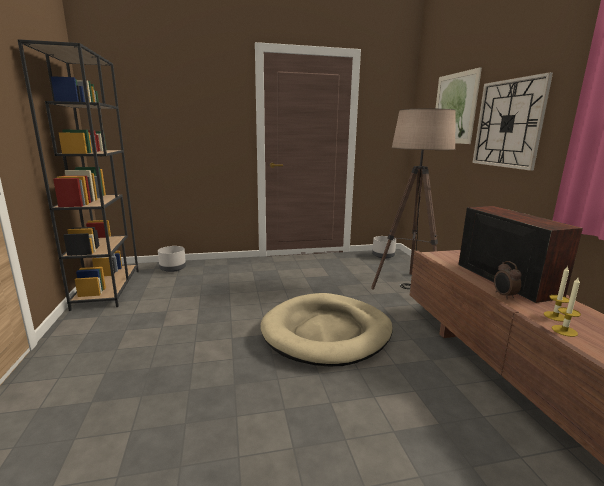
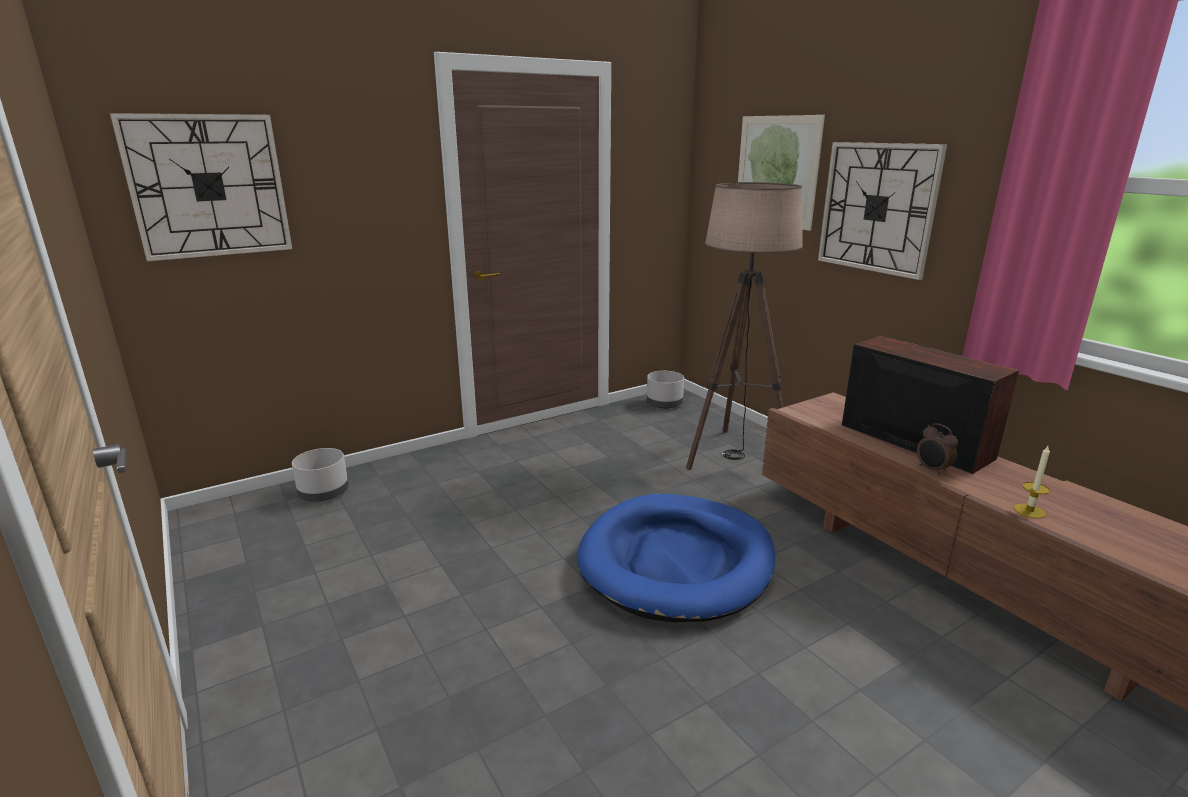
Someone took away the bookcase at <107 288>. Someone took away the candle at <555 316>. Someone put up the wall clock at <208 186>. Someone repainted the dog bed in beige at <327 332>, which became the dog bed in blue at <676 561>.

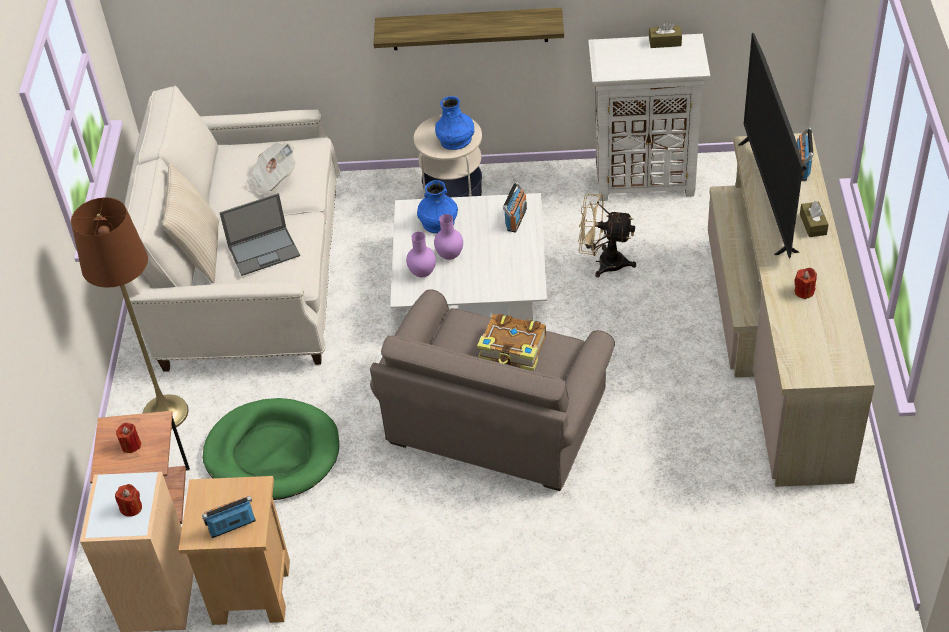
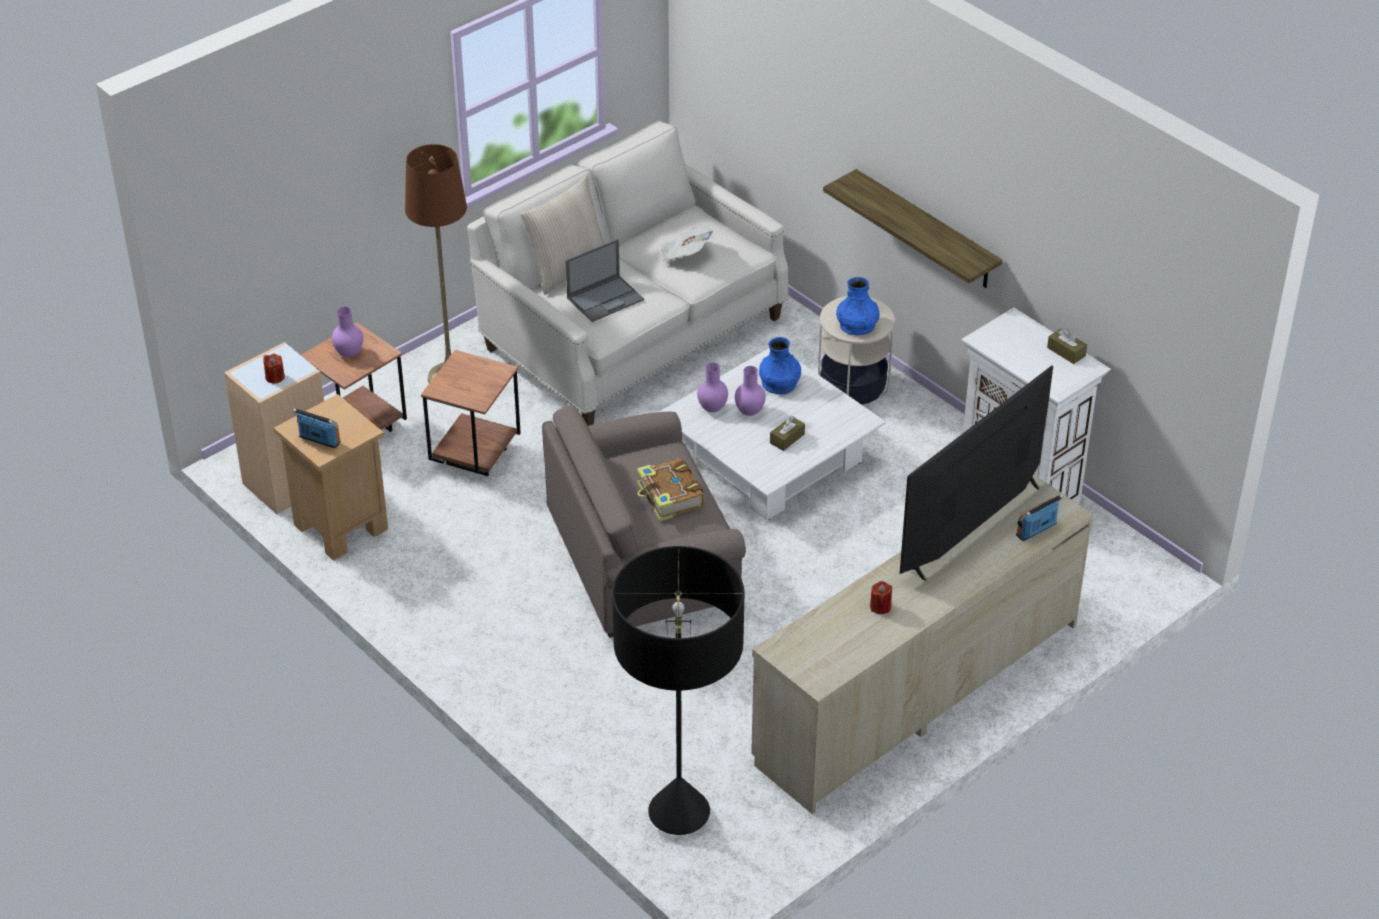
Someone took away the radio at <516 219>. Someone took away the fan in beige at <603 262>. Someone put down the floor lamp in black at <679 816>. Someone carried the tissue box in brown from <813 224> to <787 439>. Someone swapped the candle in red at <131 445> for the vase in purple at <350 353>. Someone swapped the dog bed in green at <273 453> for the side table in brown at <474 457>. Someone rotated the laptop at <264 251> by 60 degrees counterclockwise.

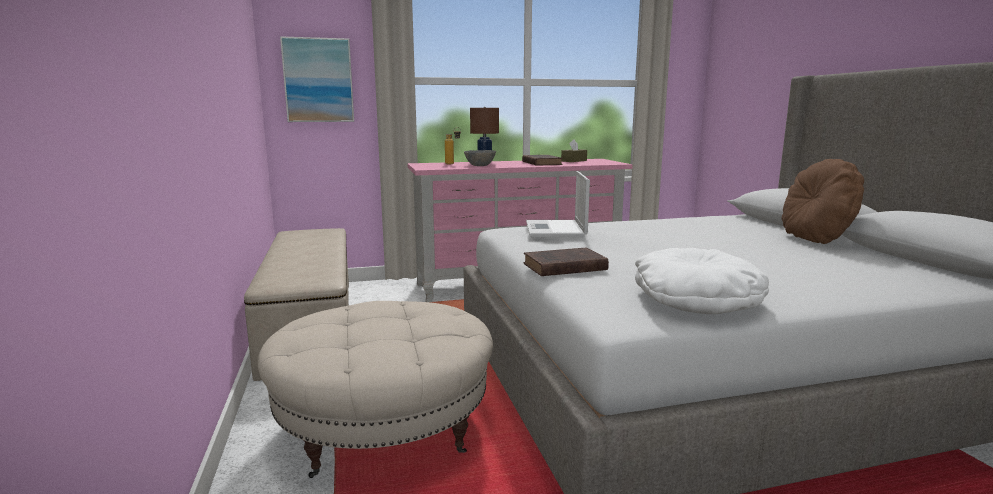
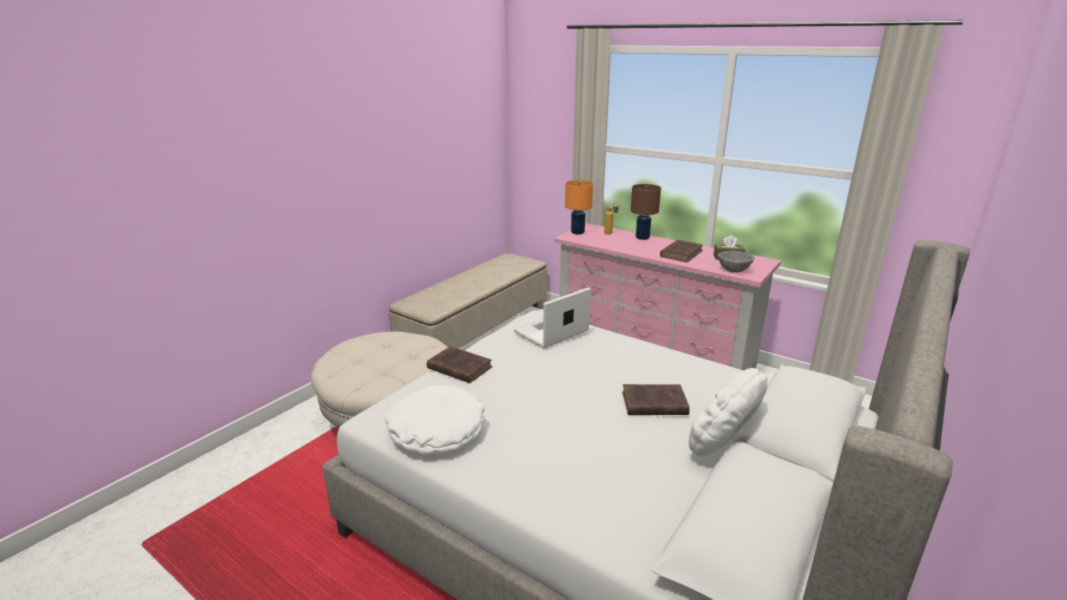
Someone took away the picture at <318 80>. Someone put down the table lamp in orange at <578 232>. Someone put down the book in brown at <652 404>. Someone carried the bowl in grey from <480 165> to <733 270>. Someone repainted the pillow in brown at <815 240>, which became the pillow in white at <722 449>.

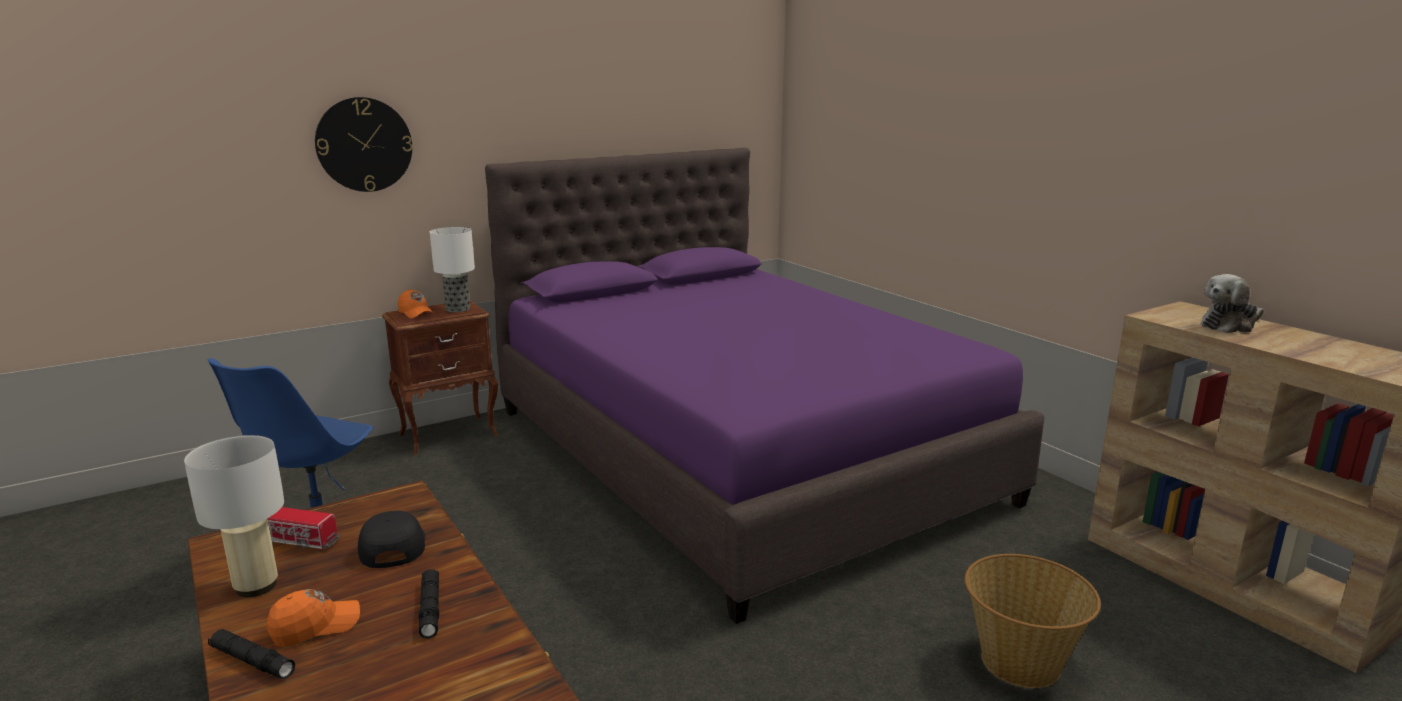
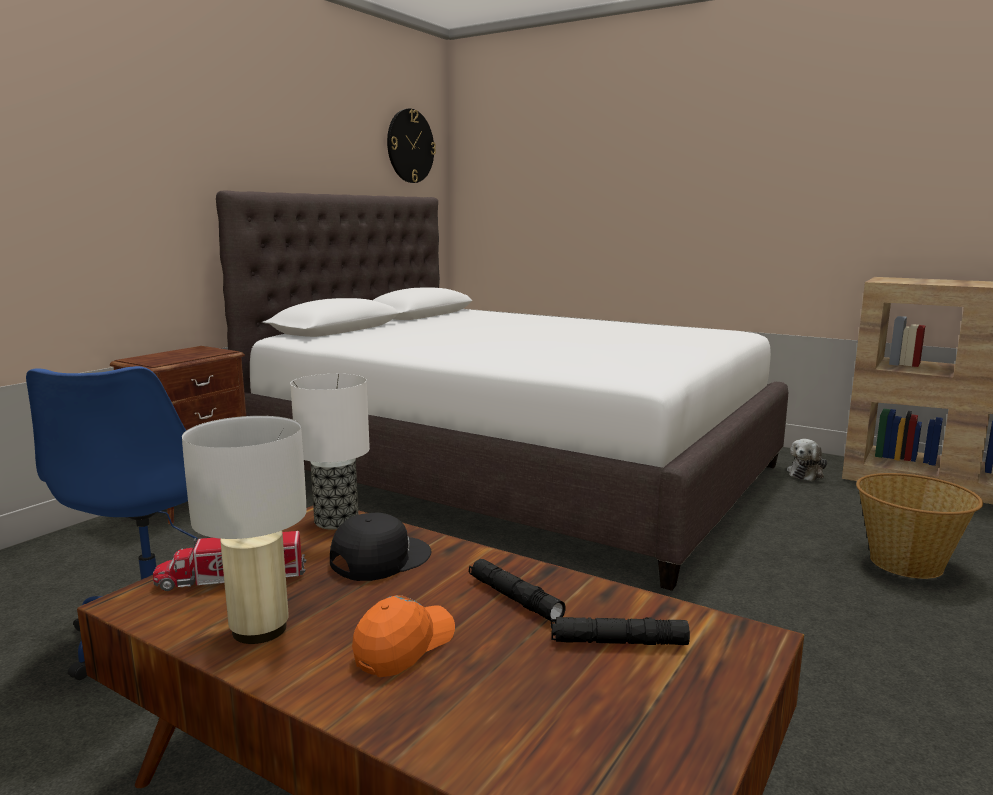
Someone took away the cap in orange at <416 313>. Someone carried the flashlight in black from <252 661> to <618 642>. Someone carried the wall clock from <364 144> to <410 146>. Someone carried the table lamp from <458 309> to <335 520>. Someone carried the plush toy from <1229 325> to <806 473>. Someone repainted the bed in purple at <736 453>, which became the bed in white at <512 469>. Someone rotated the cap in black at <391 546> by 90 degrees clockwise.

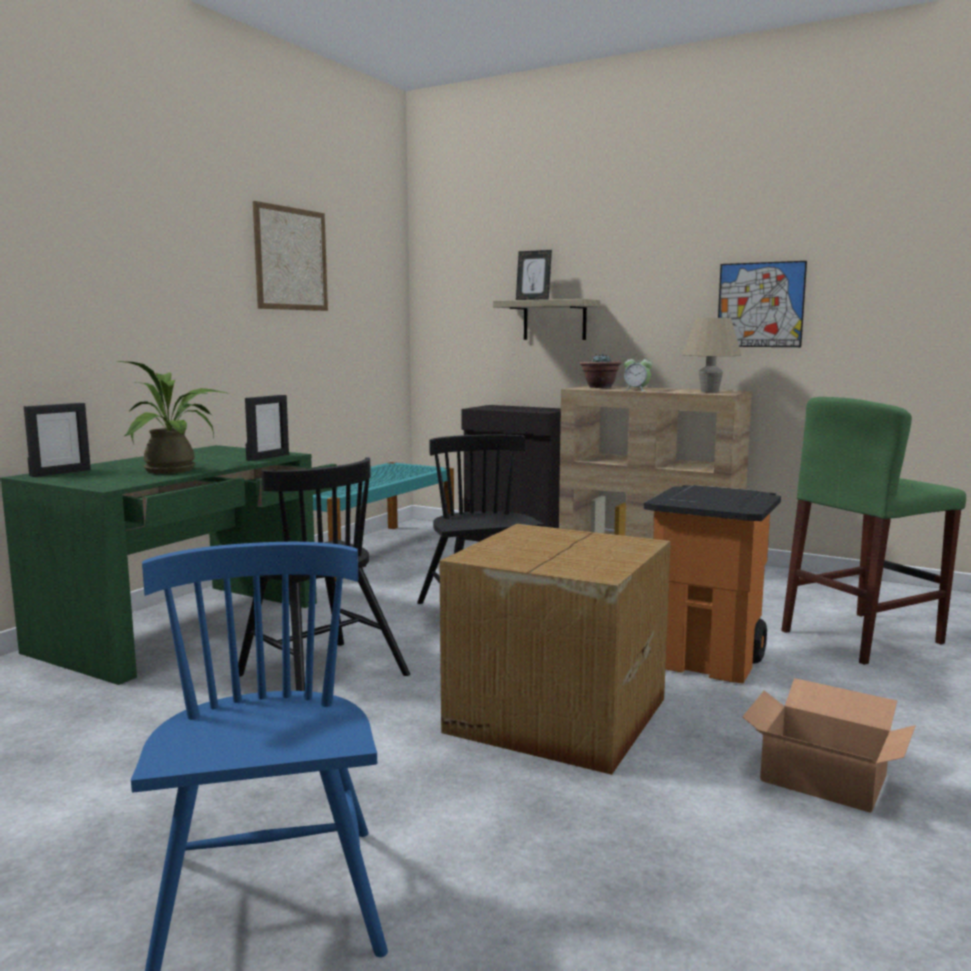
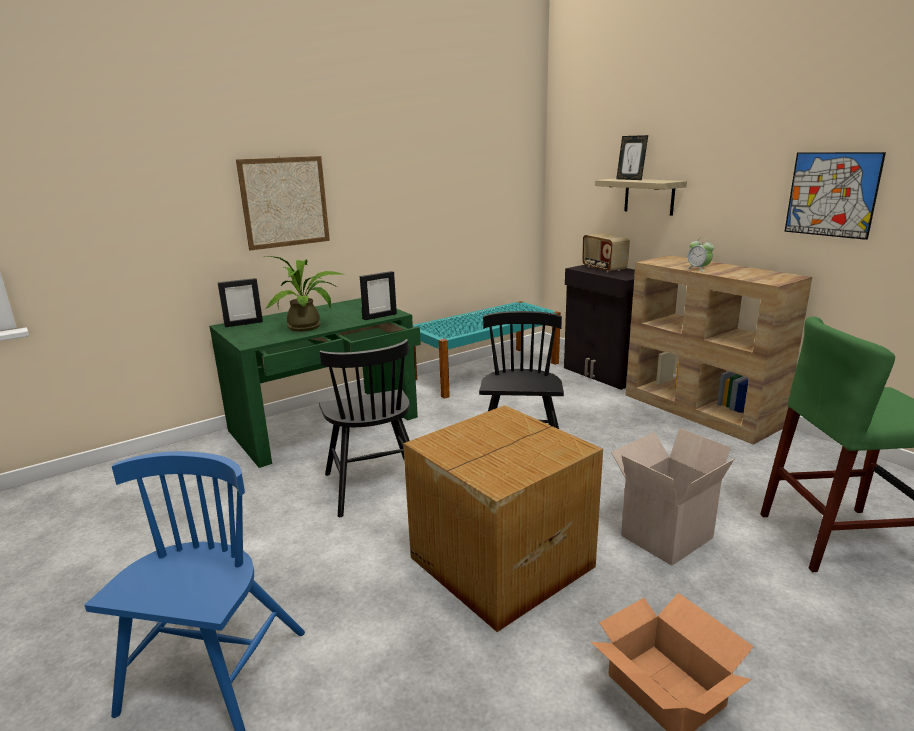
Someone took away the potted plant at <599 387>. Someone took away the table lamp in beige at <709 391>. Someone put down the radio at <603 268>. Someone carried the picture from <290 257> to <284 201>. Someone swapped the trash can in orange at <709 661> for the cardboard box at <665 535>.

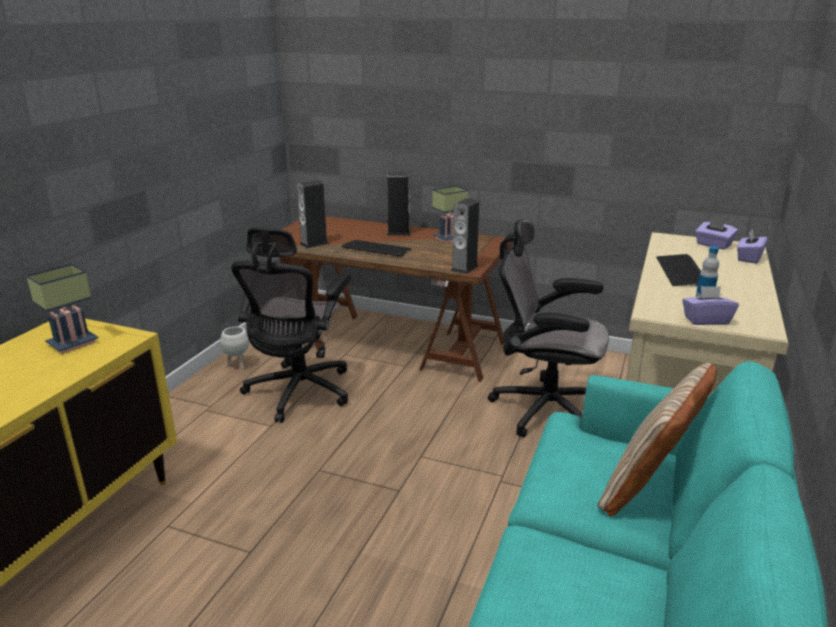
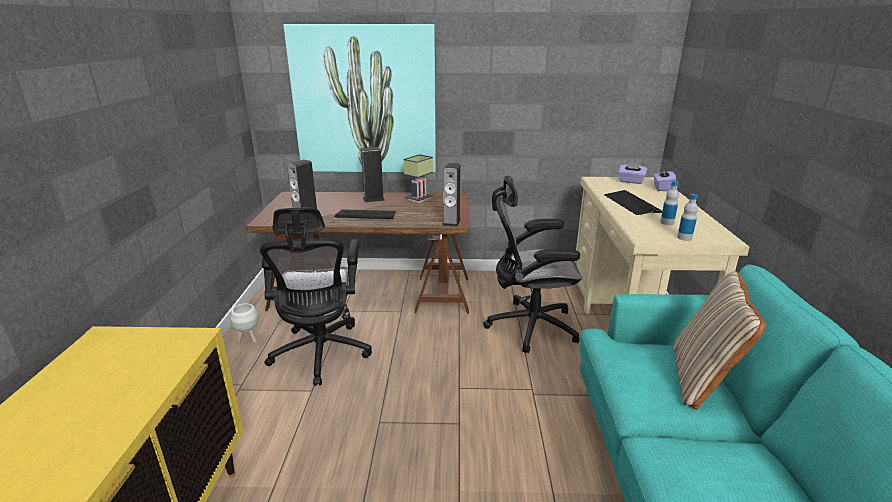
Someone took away the table lamp at <72 345>. Someone put up the picture at <365 101>. Someone swapped the tissue box in purple at <706 320> for the bottle at <684 238>.

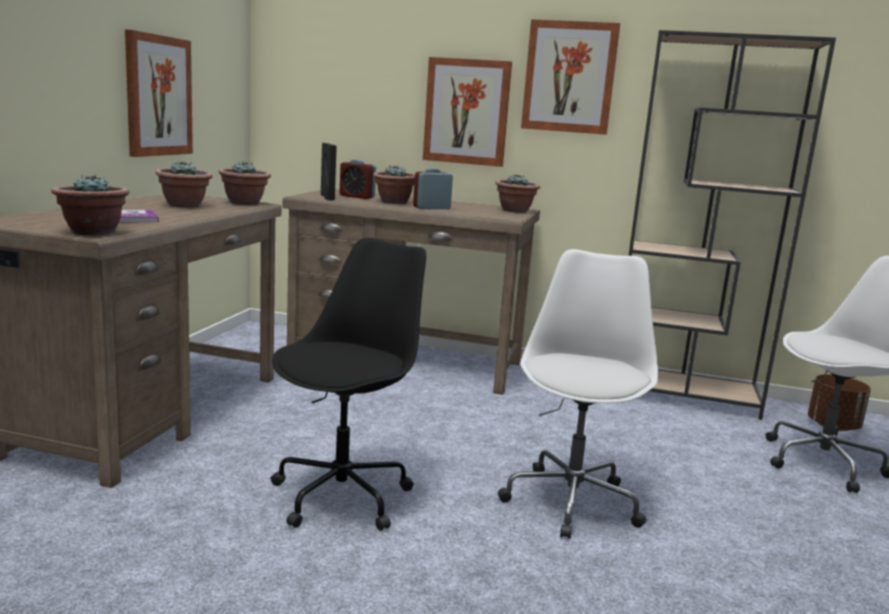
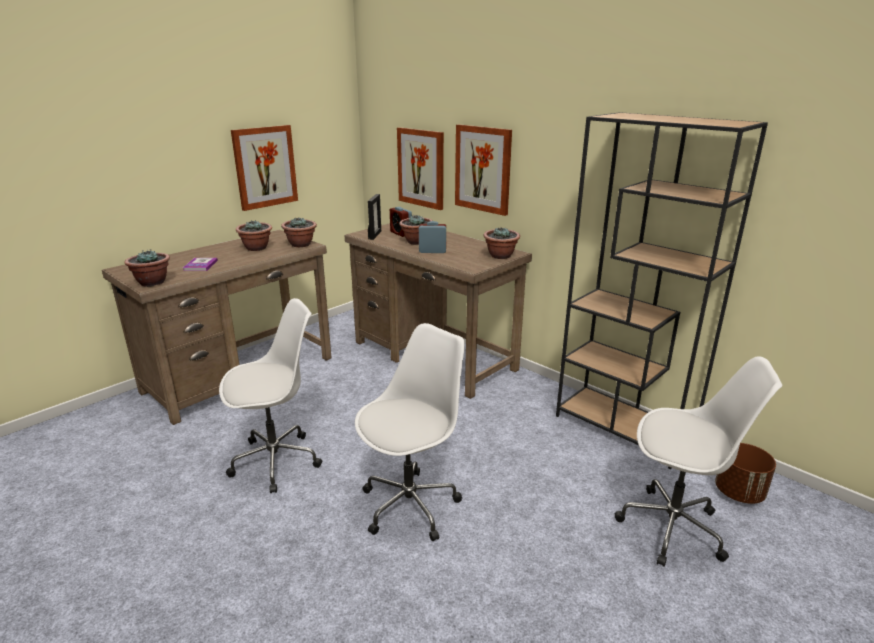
Someone carried the picture from <569 77> to <421 168>. Someone repainted the office chair in black at <343 495>, which became the office chair in white at <278 461>.

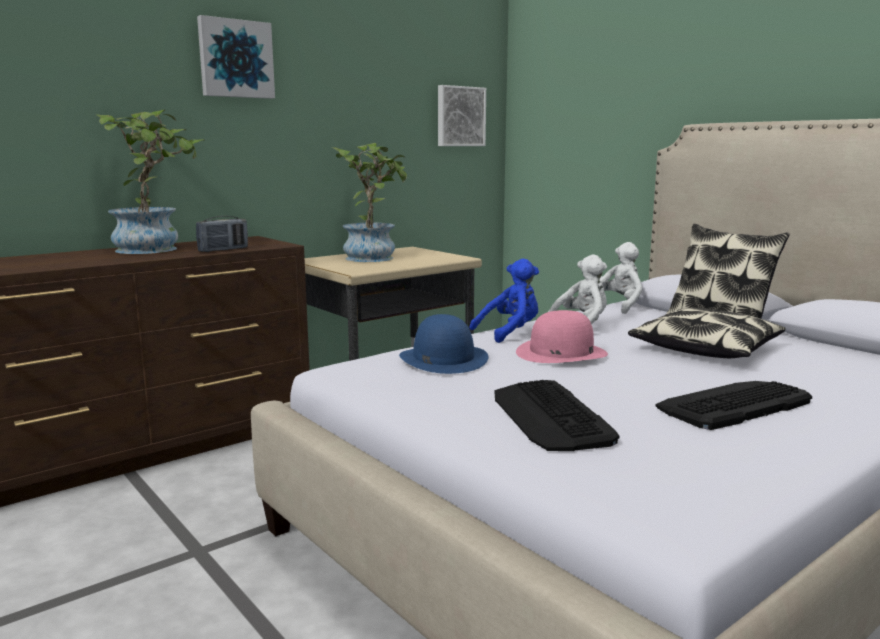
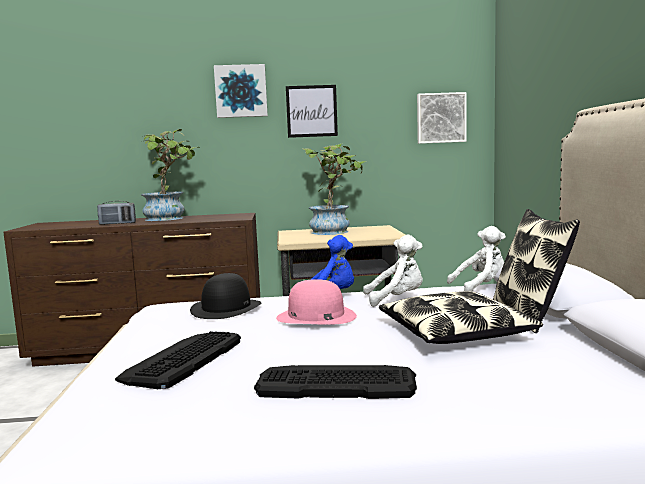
Someone put up the picture at <311 111>. Someone carried the radio from <223 250> to <117 224>. Someone repainted the hat in blue at <443 359>, which became the hat in black at <226 308>.

